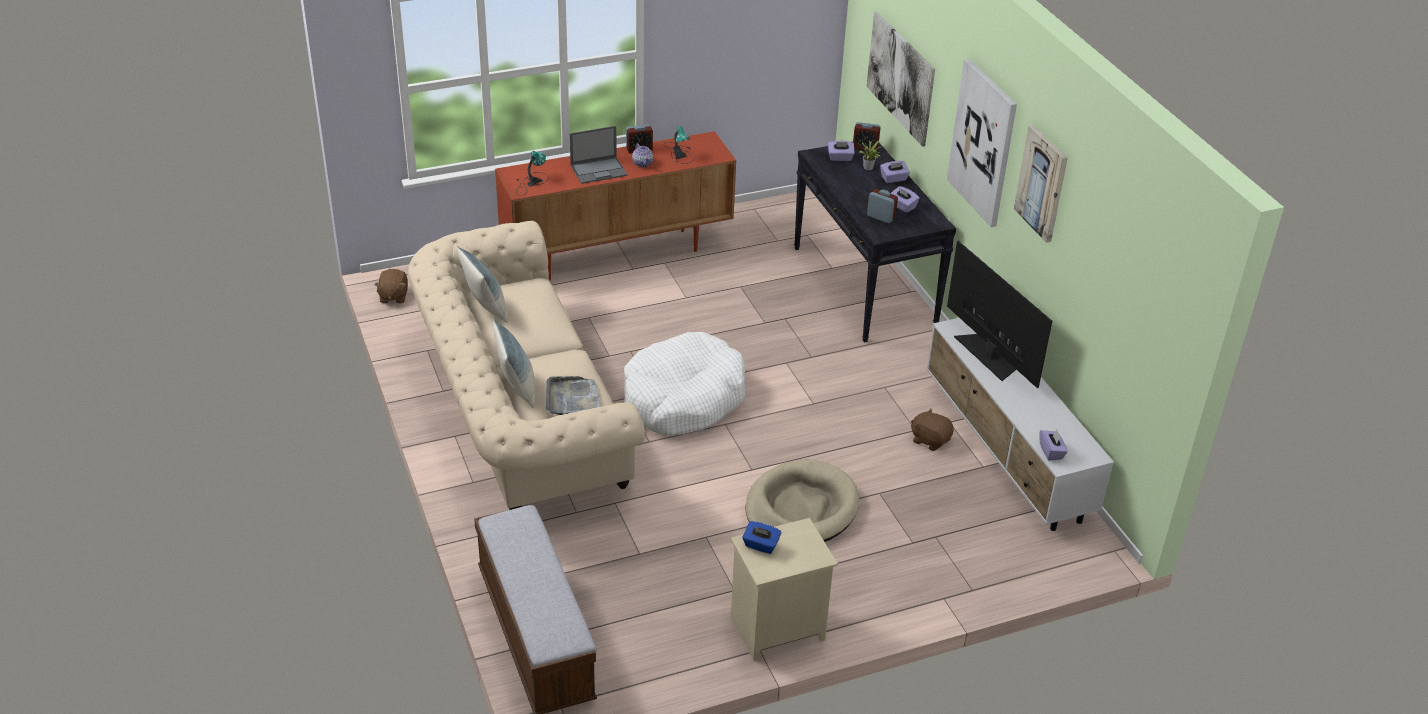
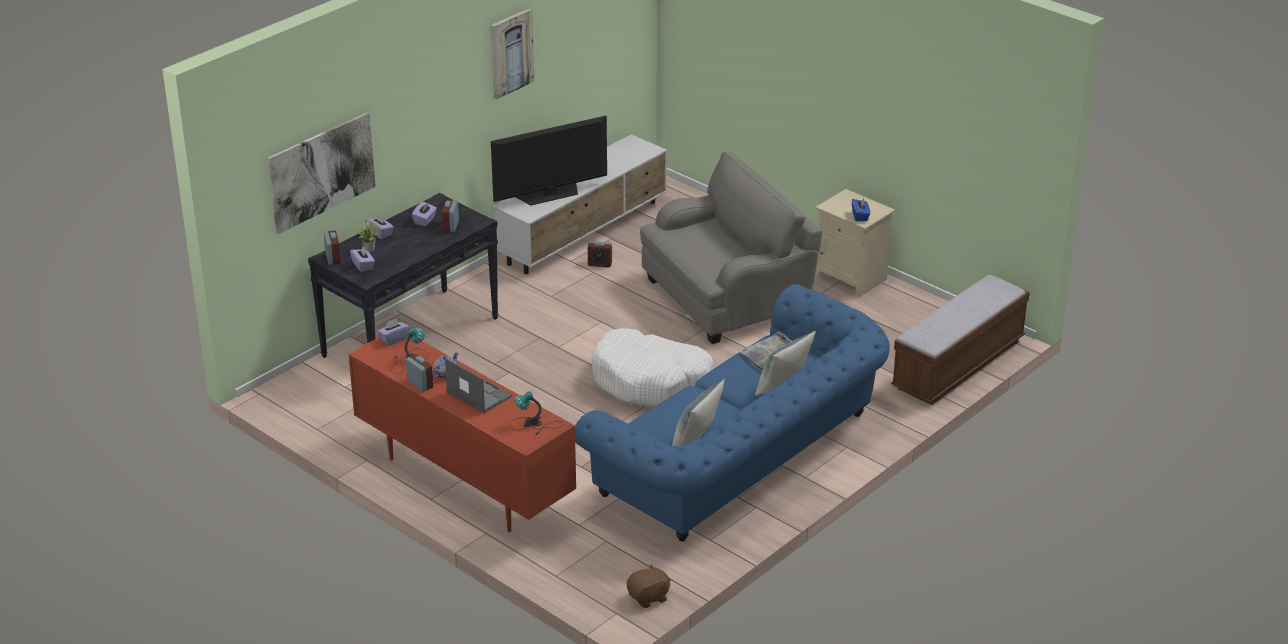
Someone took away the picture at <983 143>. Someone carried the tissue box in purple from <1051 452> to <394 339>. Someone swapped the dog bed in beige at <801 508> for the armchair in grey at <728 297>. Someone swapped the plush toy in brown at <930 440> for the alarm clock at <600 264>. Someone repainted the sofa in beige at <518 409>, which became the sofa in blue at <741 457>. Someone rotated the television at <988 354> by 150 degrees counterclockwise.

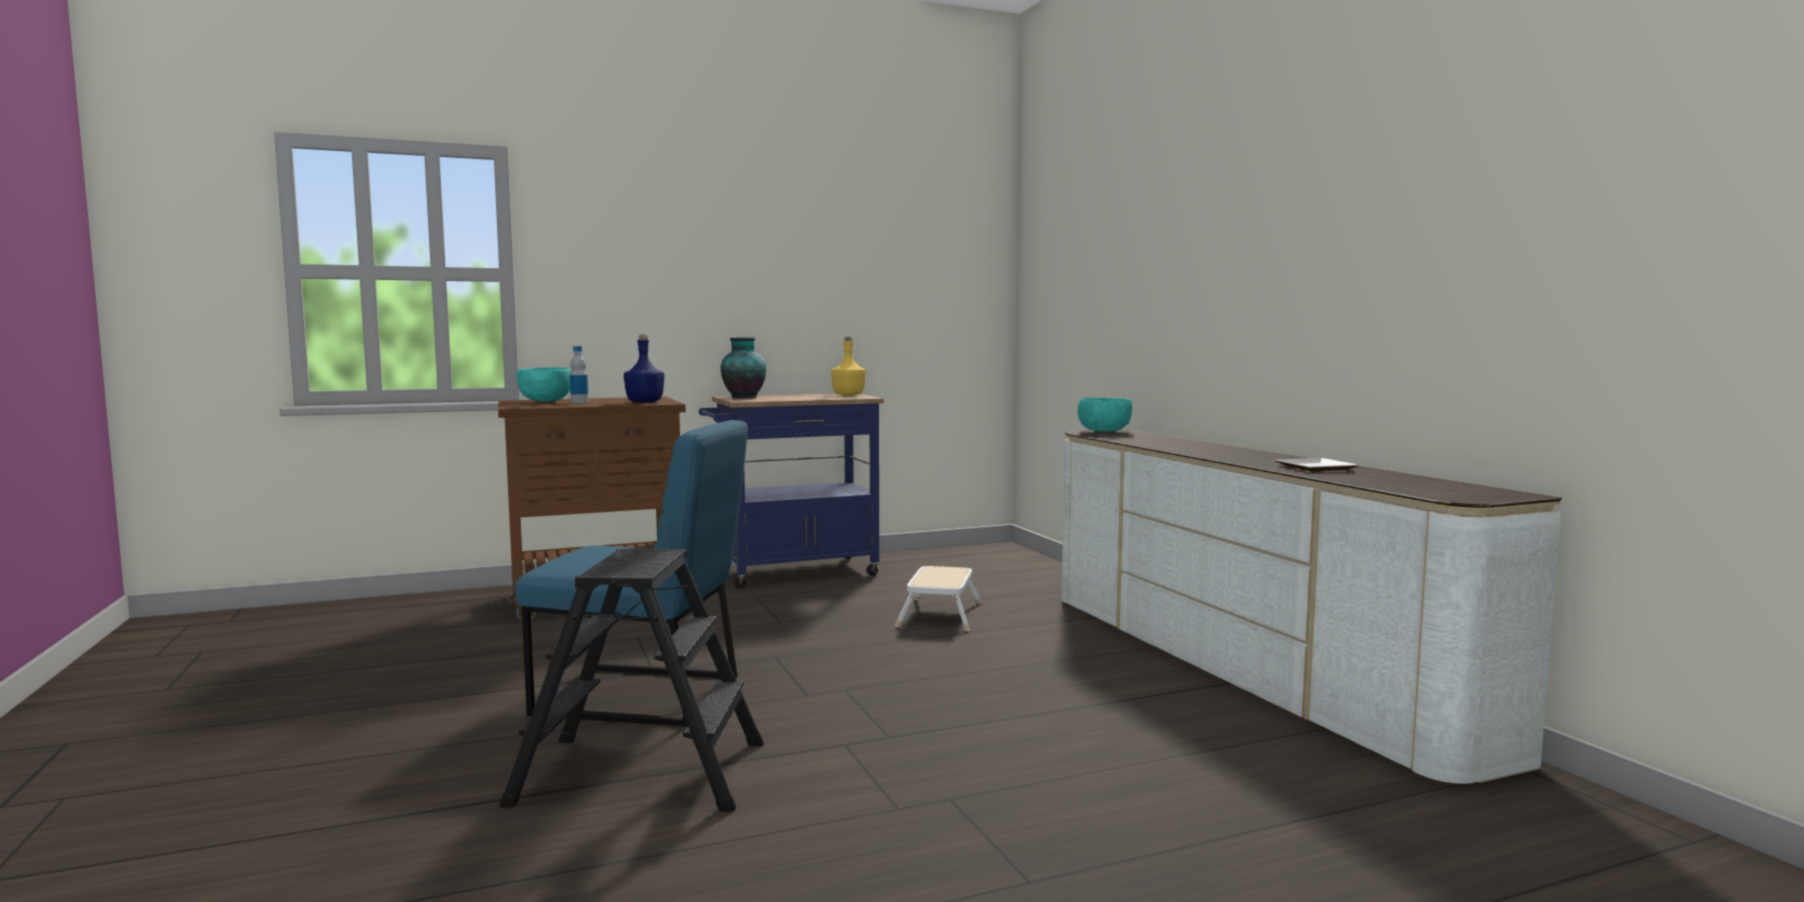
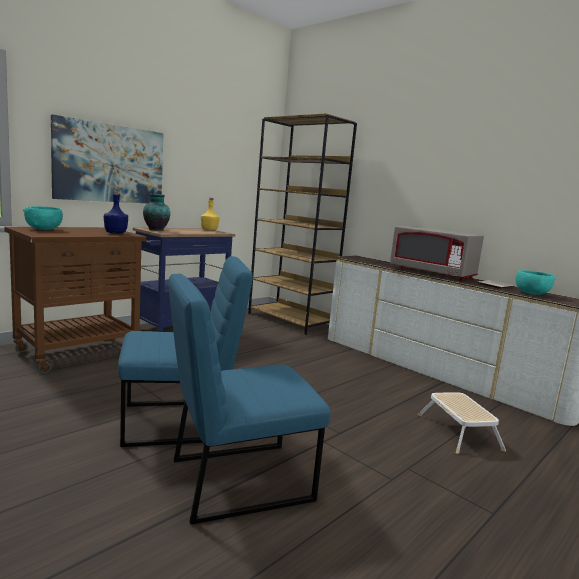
Someone took away the bottle at <579 402>. Someone put up the picture at <110 163>. Someone put down the bookcase in brown at <290 320>. Someone put down the microwave in grey at <432 273>. Someone carried the step ladder in beige from <939 614> to <458 432>. Someone carried the bowl in turquoise from <1103 431> to <531 294>. Someone swapped the step ladder in black at <640 772> for the chair in blue at <236 479>.

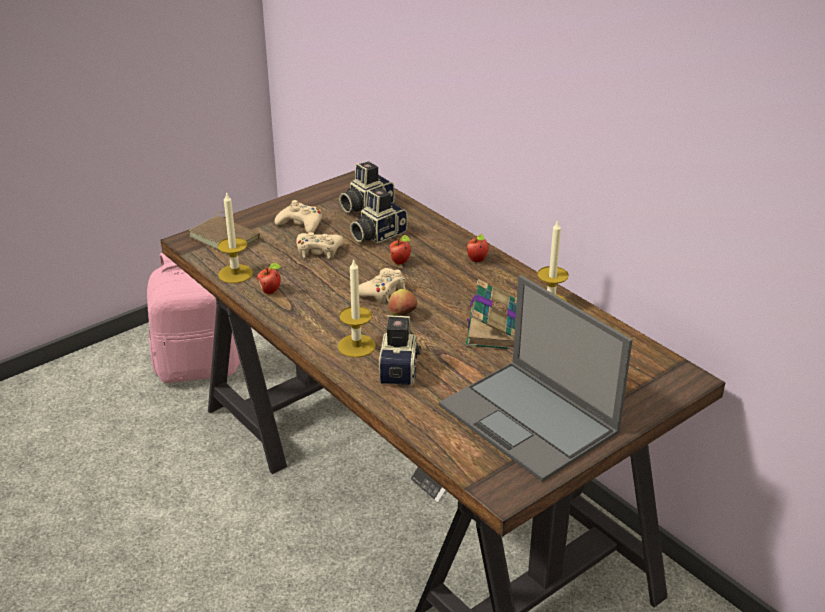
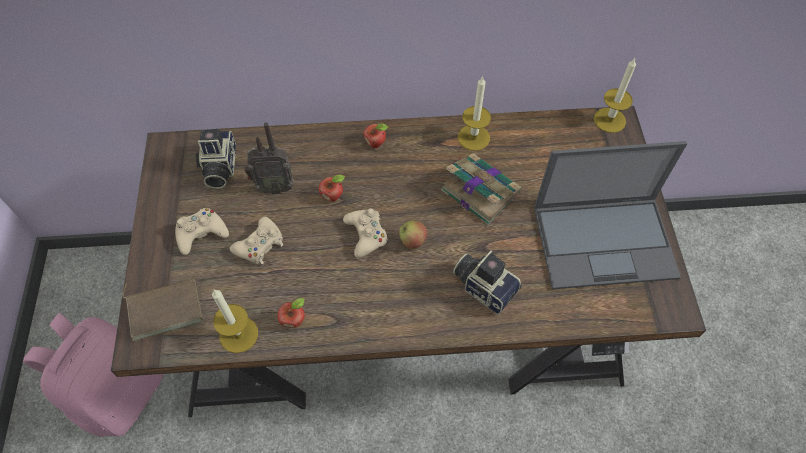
Someone carried the candle from <356 346> to <609 120>. Someone swapped the photo camera at <377 234> for the radio at <274 186>.

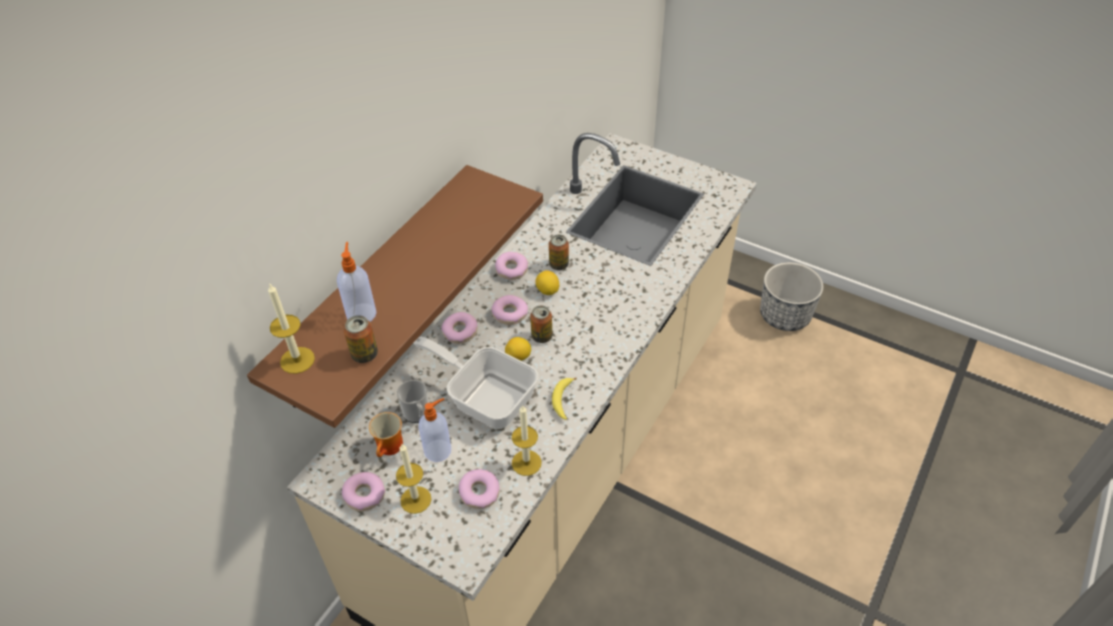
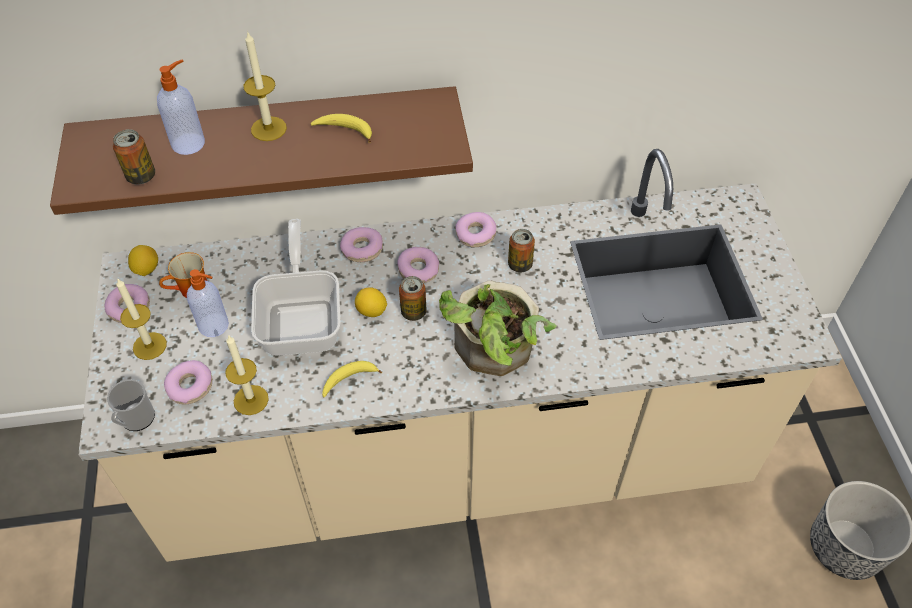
Someone put down the banana at <345 131>. Someone put down the potted plant at <493 353>. Someone carried the candle from <297 360> to <268 129>. Someone carried the mug from <417 414> to <136 420>. Someone carried the lemon from <547 291> to <146 269>.

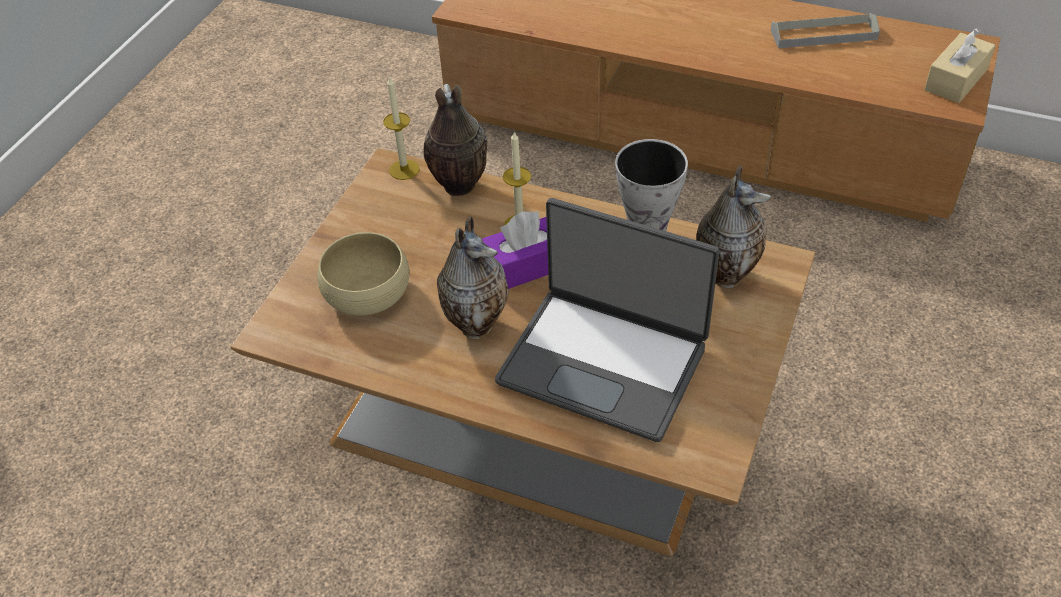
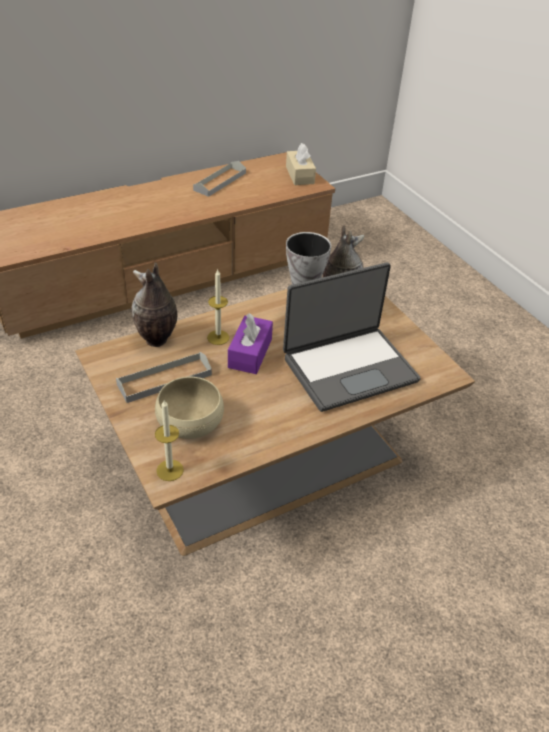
Someone took away the vase at <477 323>. Someone put down the tray in grey at <164 379>. Someone carried the candle from <404 169> to <170 470>.

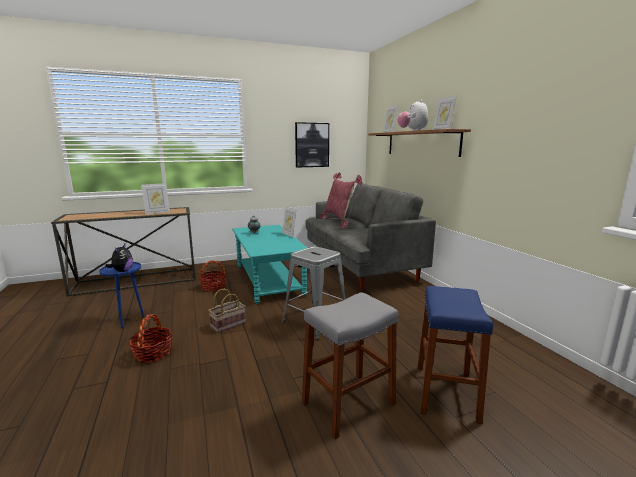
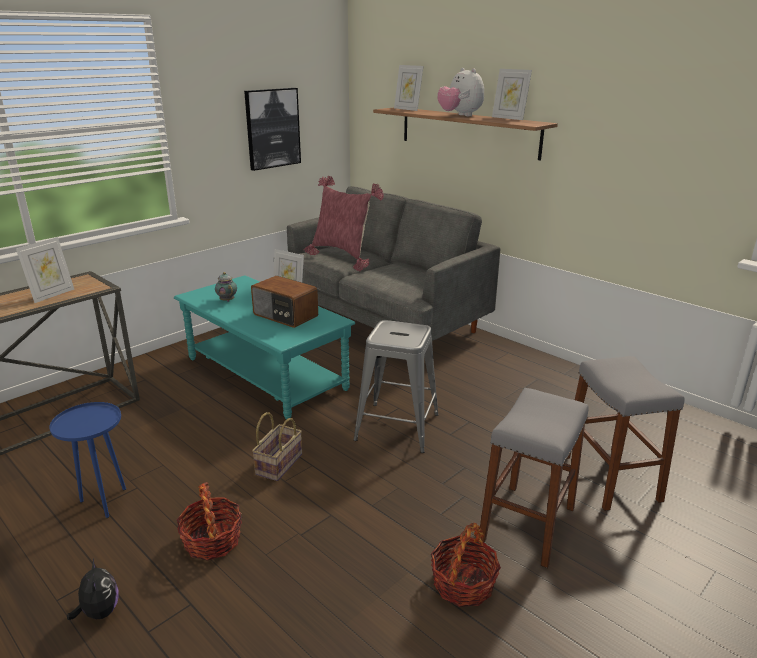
Someone put down the radio at <285 316>. Someone carried the plush toy from <122 271> to <99 612>. Someone carried the basket from <213 287> to <463 584>. Someone repainted the stool in blue at <446 392>, which became the stool in grey at <610 478>.

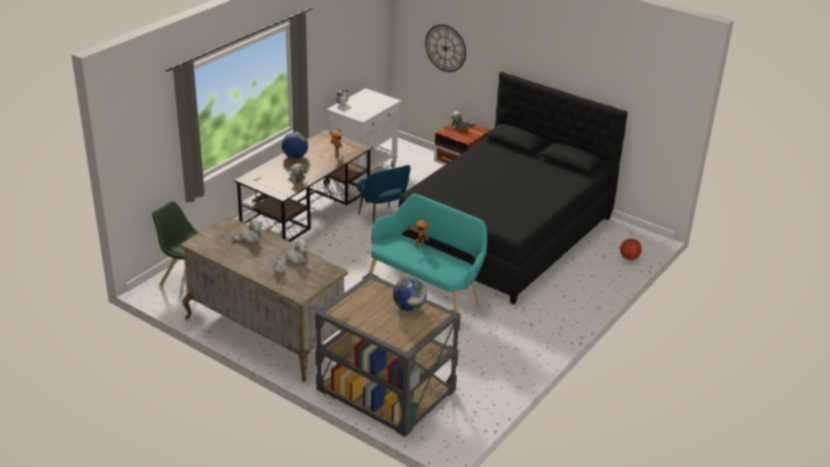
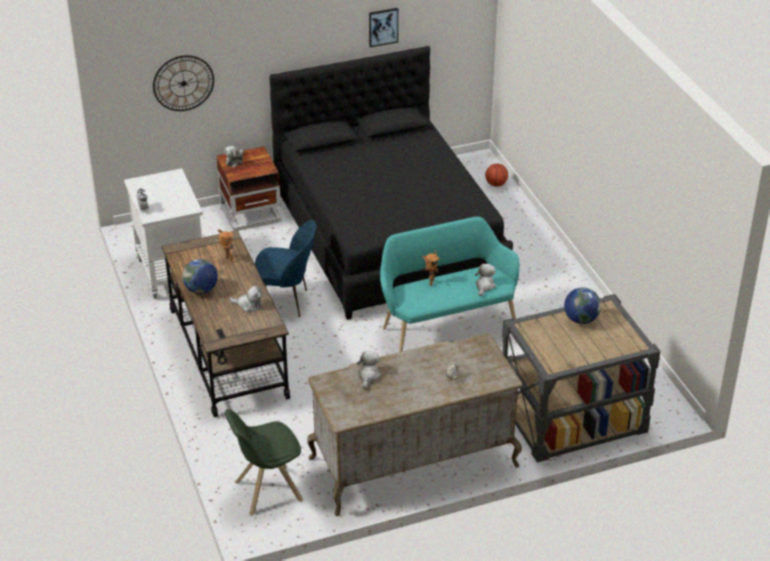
Someone put up the picture at <383 27>. Someone carried the plush toy from <295 258> to <484 286>.

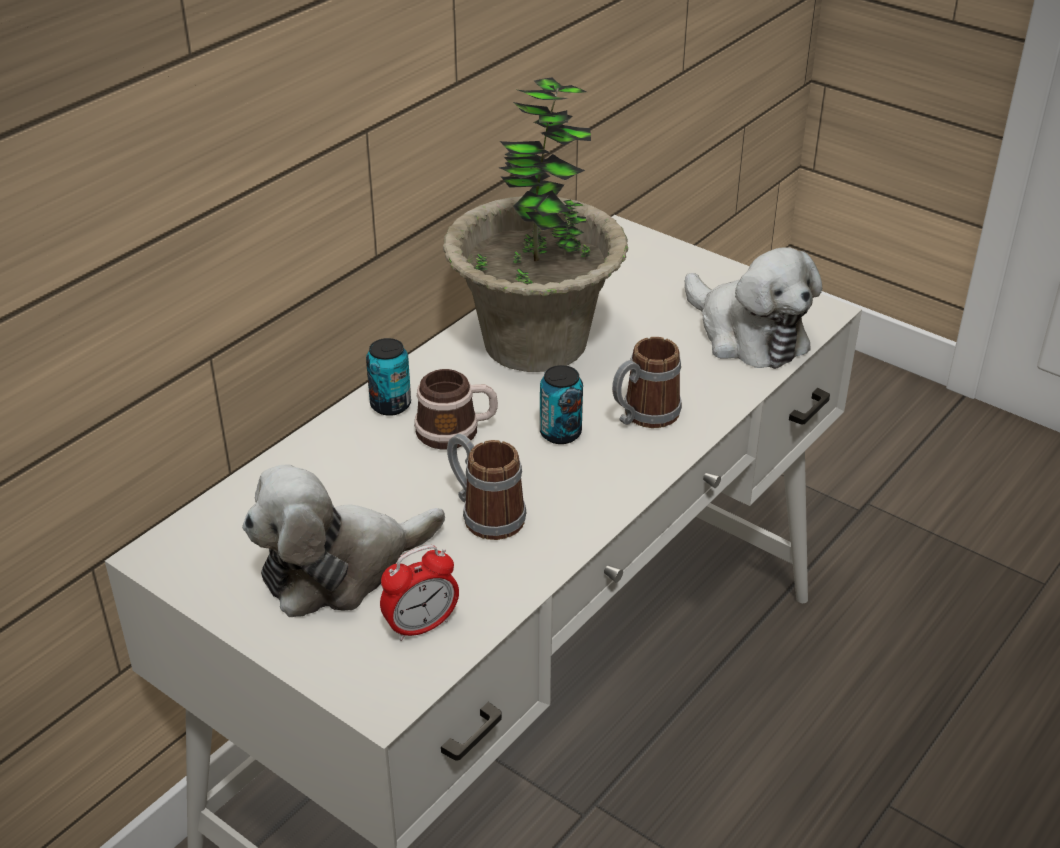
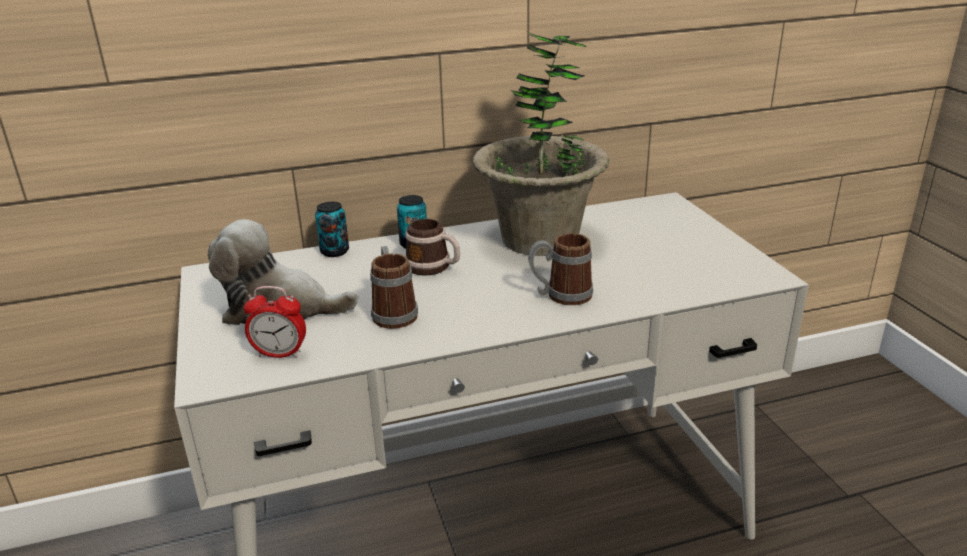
Someone took away the plush toy at <747 335>. Someone carried the can from <560 433> to <334 251>.

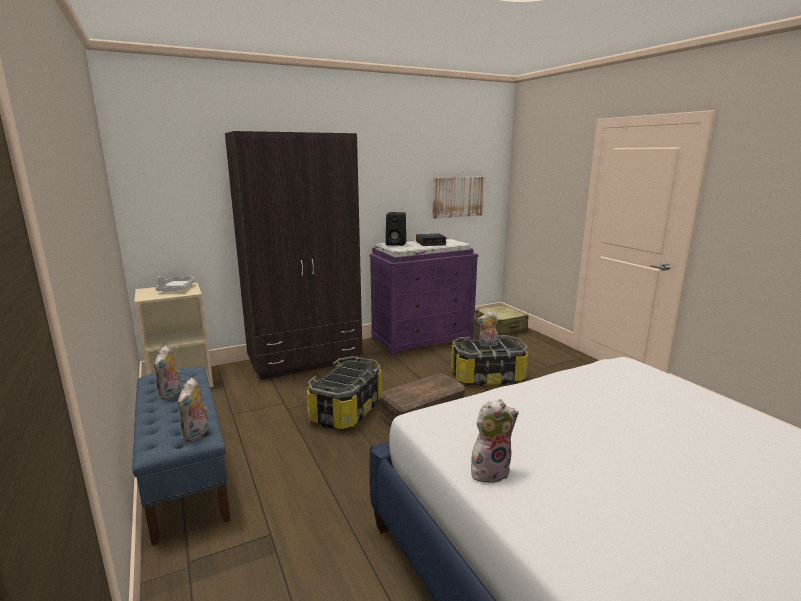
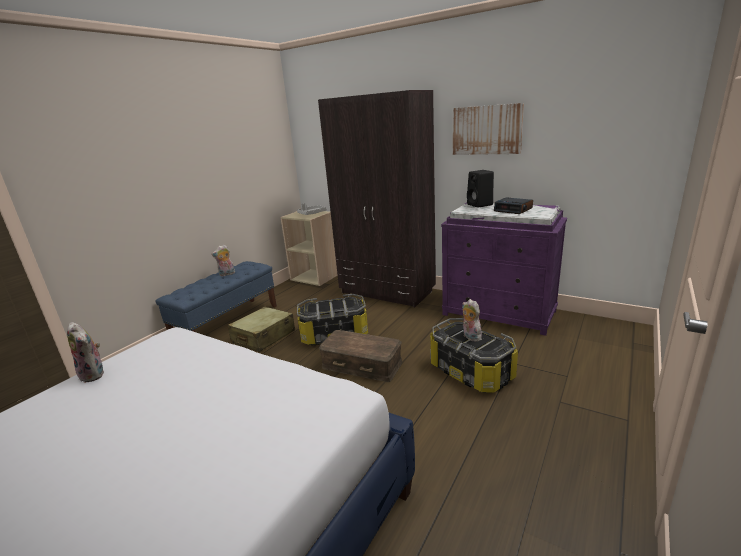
Someone took away the plush toy at <197 434>. Someone carried the picture from <457 197> to <486 130>. Someone carried the suitcase in beige from <500 328> to <263 337>.

